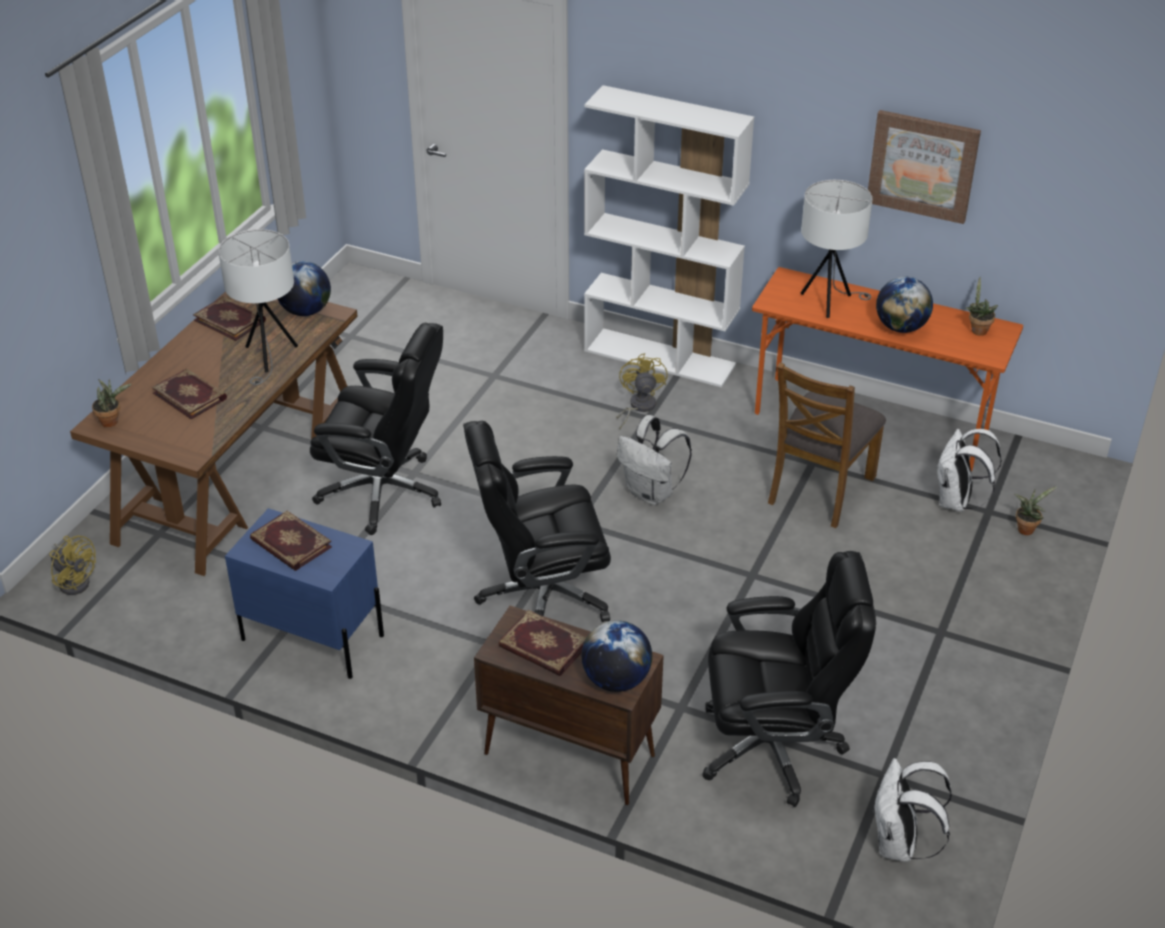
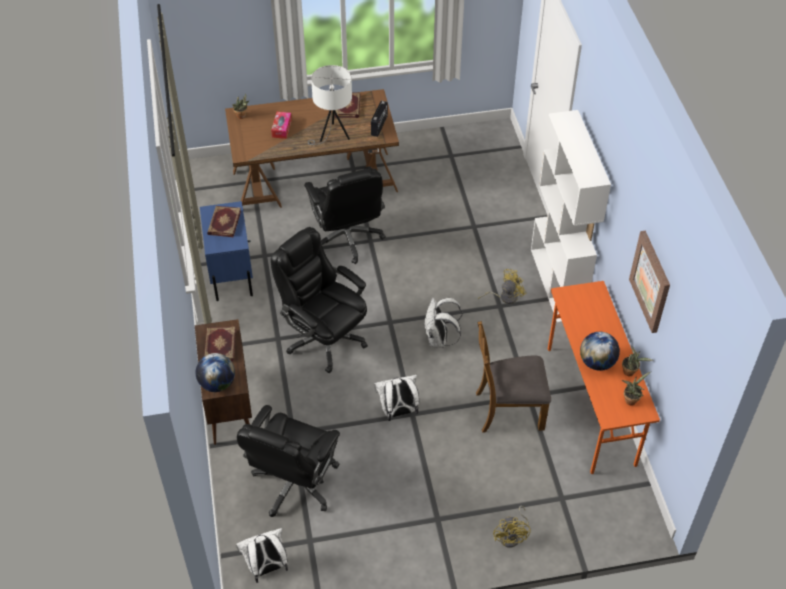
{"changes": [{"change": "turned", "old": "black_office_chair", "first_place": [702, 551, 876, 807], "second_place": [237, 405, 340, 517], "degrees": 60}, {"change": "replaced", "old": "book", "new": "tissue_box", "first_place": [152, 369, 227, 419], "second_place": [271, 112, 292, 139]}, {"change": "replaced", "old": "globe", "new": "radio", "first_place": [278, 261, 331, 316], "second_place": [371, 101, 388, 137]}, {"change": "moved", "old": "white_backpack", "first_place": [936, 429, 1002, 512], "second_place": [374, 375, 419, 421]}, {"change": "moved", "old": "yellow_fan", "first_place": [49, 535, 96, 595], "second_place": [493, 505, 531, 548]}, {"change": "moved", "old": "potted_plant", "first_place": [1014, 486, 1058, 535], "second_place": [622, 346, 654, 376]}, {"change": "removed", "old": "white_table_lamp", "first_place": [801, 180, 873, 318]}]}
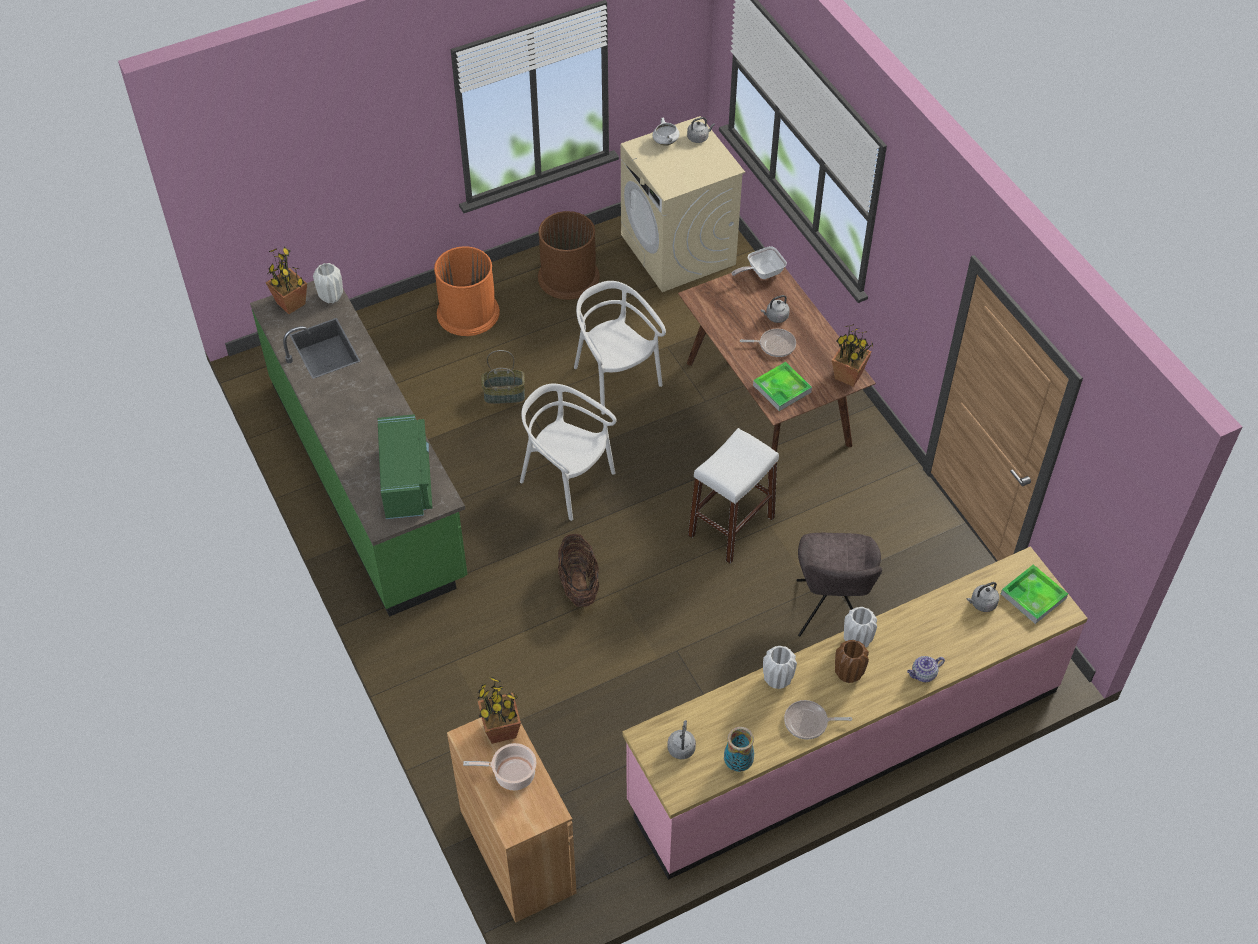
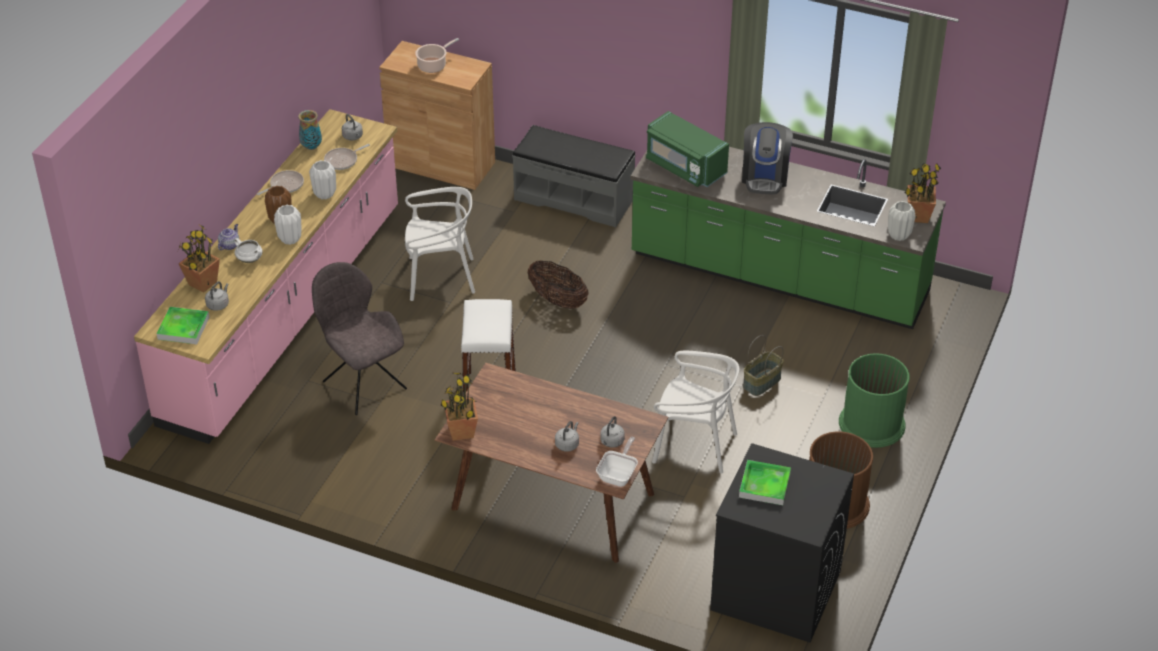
{"changes": [{"change": "moved", "old": "potted_plant", "first_place": [478, 676, 521, 744], "second_place": [178, 225, 220, 293]}, {"change": "moved", "old": "white_cooking_pot", "first_place": [653, 118, 680, 146], "second_place": [234, 238, 263, 263]}, {"change": "moved", "old": "frying_pan", "first_place": [740, 329, 796, 357], "second_place": [324, 144, 370, 170]}, {"change": "moved", "old": "white_chair", "first_place": [520, 384, 617, 521], "second_place": [405, 187, 475, 301]}, {"change": "added", "new": "grey_bench", "second_place": [512, 125, 635, 227]}, {"change": "moved", "old": "grey_kettle", "first_place": [687, 117, 715, 143], "second_place": [600, 416, 625, 447]}, {"change": "recoloured", "old": "beige_washing_machine", "new": "black_washing_machine", "first_place": [621, 116, 745, 292], "second_place": [710, 443, 854, 643]}, {"change": "moved", "old": "tray", "first_place": [753, 362, 812, 411], "second_place": [739, 460, 791, 505]}, {"change": "added", "new": "coffee_machine", "second_place": [742, 122, 793, 194]}, {"change": "recoloured", "old": "orange_trash_can", "new": "green_trash_can", "first_place": [434, 246, 500, 336], "second_place": [839, 353, 910, 448]}]}
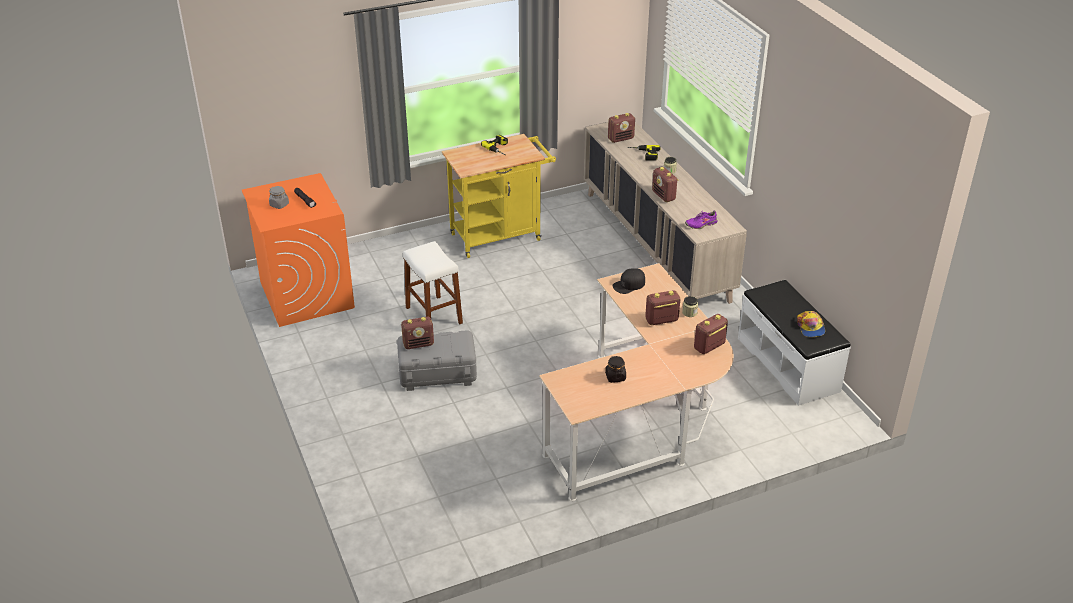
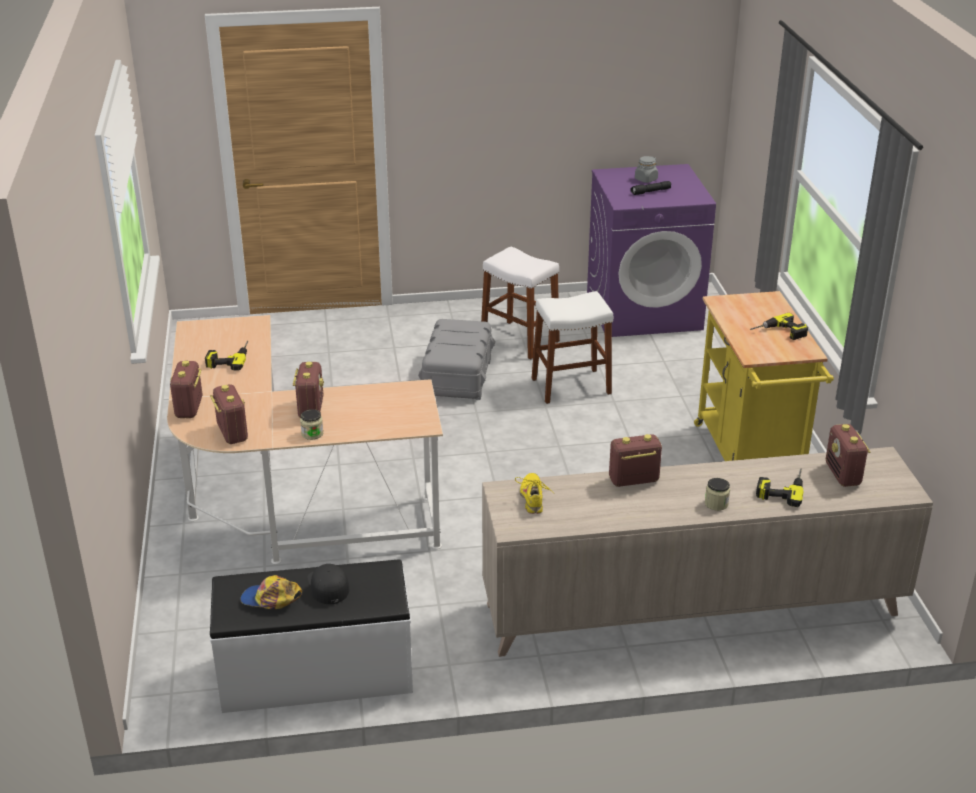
{"changes": [{"change": "moved", "old": "radio", "first_place": [401, 317, 434, 349], "second_place": [170, 360, 203, 418]}, {"change": "replaced", "old": "black_jar", "new": "power_drill", "first_place": [605, 356, 626, 383], "second_place": [205, 341, 248, 371]}, {"change": "moved", "old": "black_cap", "first_place": [613, 268, 645, 294], "second_place": [307, 564, 350, 604]}, {"change": "added", "new": "white_stool", "second_place": [481, 246, 560, 359]}, {"change": "recoloured", "old": "purple_shoe", "new": "yellow_shoe", "first_place": [685, 210, 717, 229], "second_place": [515, 473, 554, 514]}, {"change": "recoloured", "old": "orange_washing_machine", "new": "purple_washing_machine", "first_place": [242, 173, 355, 327], "second_place": [587, 164, 716, 337]}]}
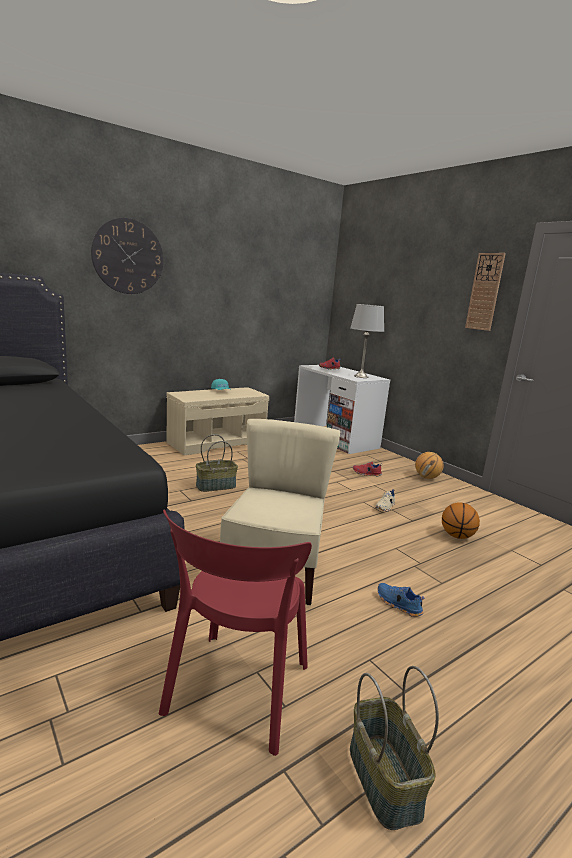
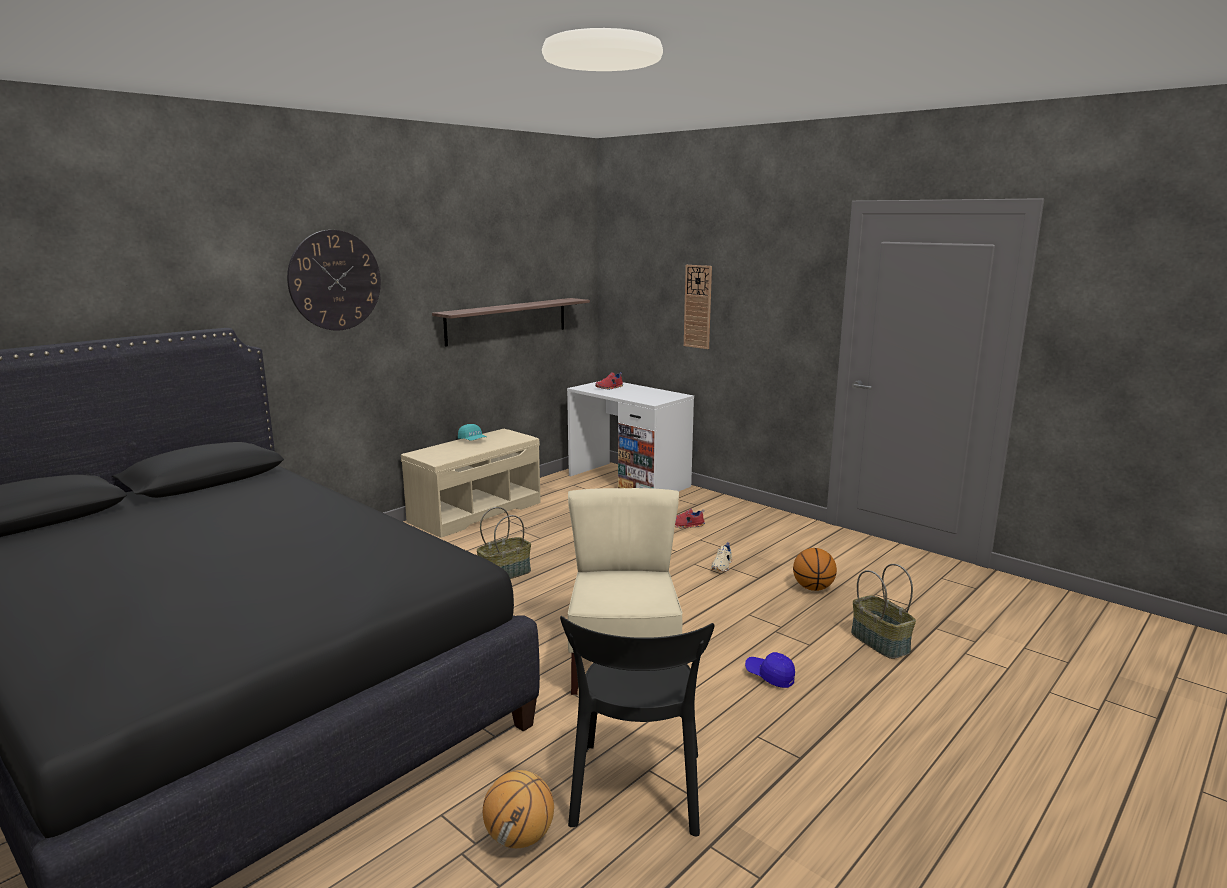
{"changes": [{"change": "added", "new": "shelf", "second_place": [432, 298, 590, 347]}, {"change": "moved", "old": "basketball", "first_place": [415, 452, 444, 479], "second_place": [483, 770, 554, 848]}, {"change": "recoloured", "old": "red_chair", "new": "black_chair", "first_place": [159, 510, 312, 756], "second_place": [560, 616, 714, 837]}, {"change": "moved", "old": "wall_clock", "first_place": [465, 253, 506, 331], "second_place": [684, 265, 712, 349]}, {"change": "replaced", "old": "blue_shoe", "new": "blue_cap", "first_place": [378, 583, 424, 617], "second_place": [745, 652, 795, 688]}, {"change": "moved", "old": "basket", "first_place": [350, 666, 439, 830], "second_place": [851, 564, 916, 659]}, {"change": "removed", "old": "grey_table_lamp", "first_place": [350, 304, 384, 378]}]}
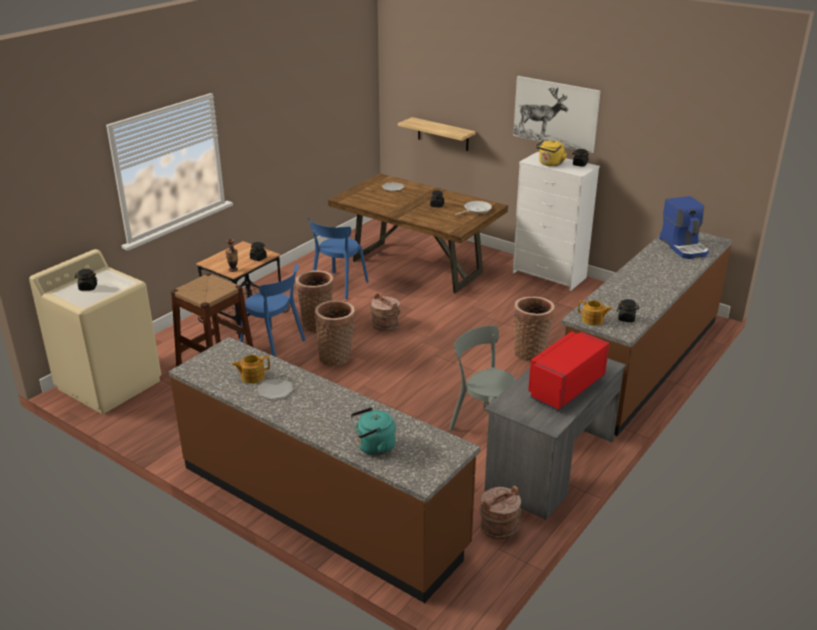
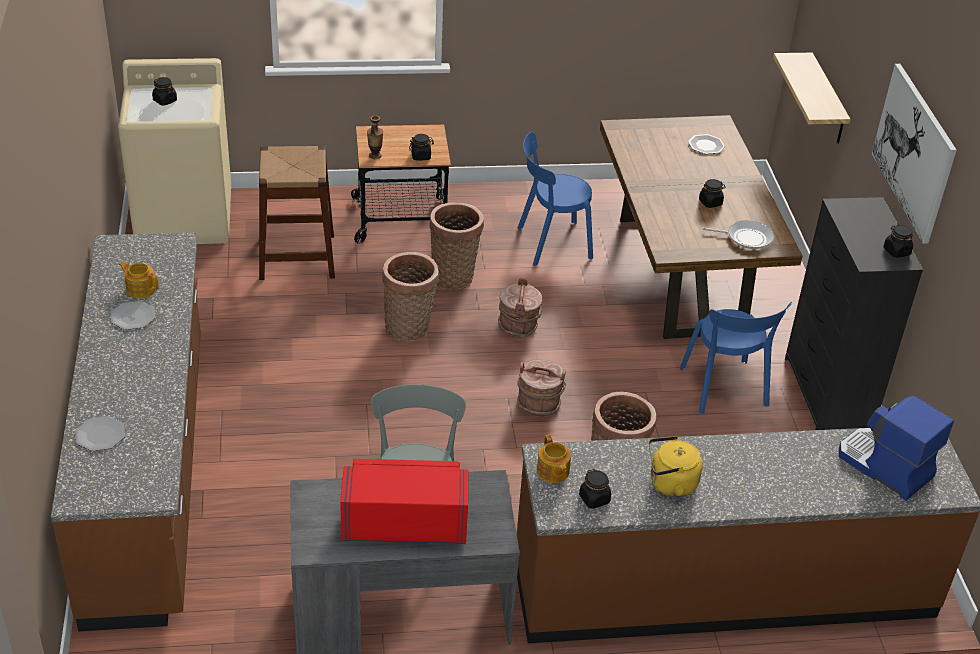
{"changes": [{"change": "replaced", "old": "turquoise_kettle", "new": "plate", "first_place": [351, 407, 396, 455], "second_place": [76, 416, 125, 451]}, {"change": "moved", "old": "brown_bucket", "first_place": [479, 486, 521, 540], "second_place": [517, 360, 566, 417]}, {"change": "moved", "old": "yellow_kettle", "first_place": [536, 140, 568, 166], "second_place": [649, 436, 703, 497]}, {"change": "moved", "old": "blue_chair", "first_place": [240, 263, 306, 357], "second_place": [680, 302, 792, 414]}, {"change": "recoloured", "old": "white_dresser", "new": "black_dresser", "first_place": [512, 152, 600, 291], "second_place": [785, 197, 923, 430]}, {"change": "turned", "old": "coffee_machine", "first_place": [659, 196, 709, 259], "second_place": [839, 396, 954, 501], "degrees": 105}]}
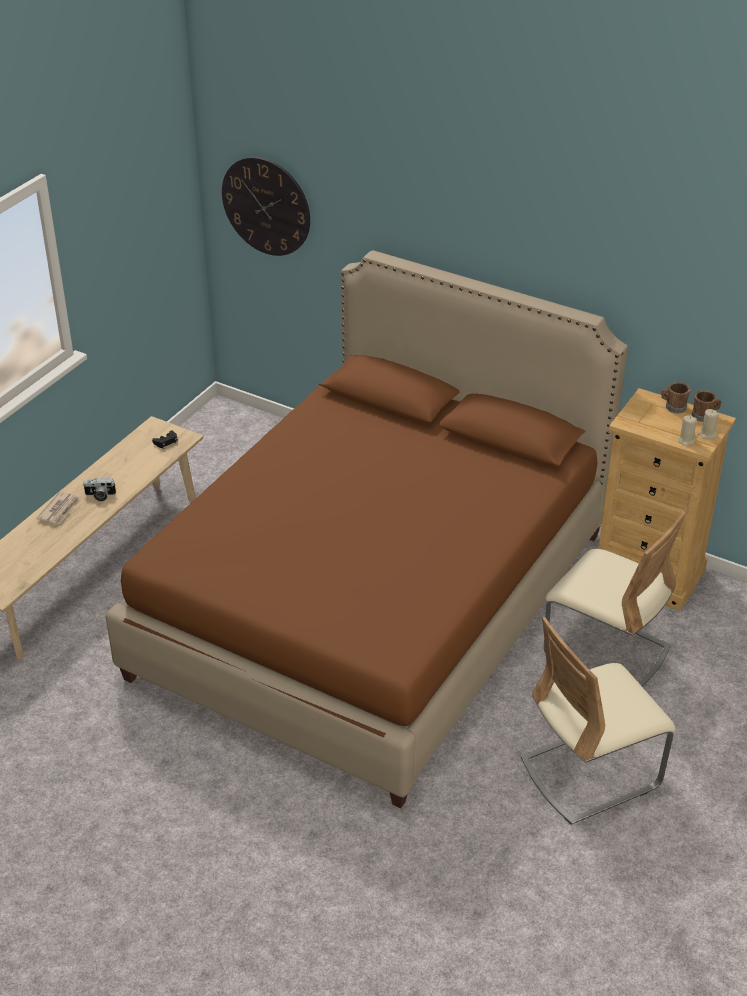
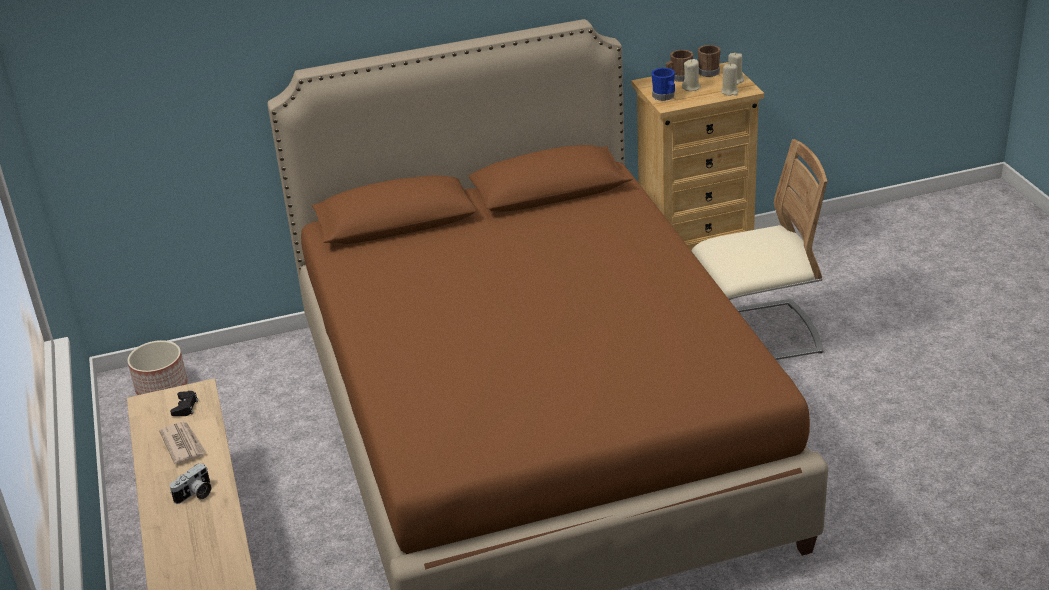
{"changes": [{"change": "added", "new": "planter", "second_place": [127, 340, 188, 395]}, {"change": "moved", "old": "newspaper", "first_place": [36, 492, 80, 524], "second_place": [159, 422, 207, 464]}, {"change": "added", "new": "blue_mug", "second_place": [651, 68, 675, 101]}, {"change": "added", "new": "beige_candle", "second_place": [682, 59, 701, 91]}, {"change": "removed", "old": "wall_clock", "first_place": [222, 157, 310, 256]}, {"change": "removed", "old": "beige_chair", "first_place": [521, 617, 676, 824]}]}
